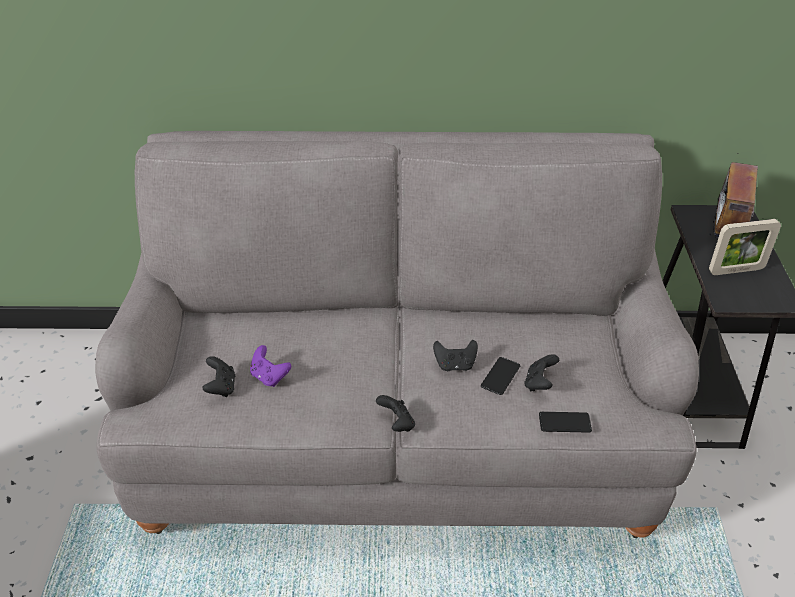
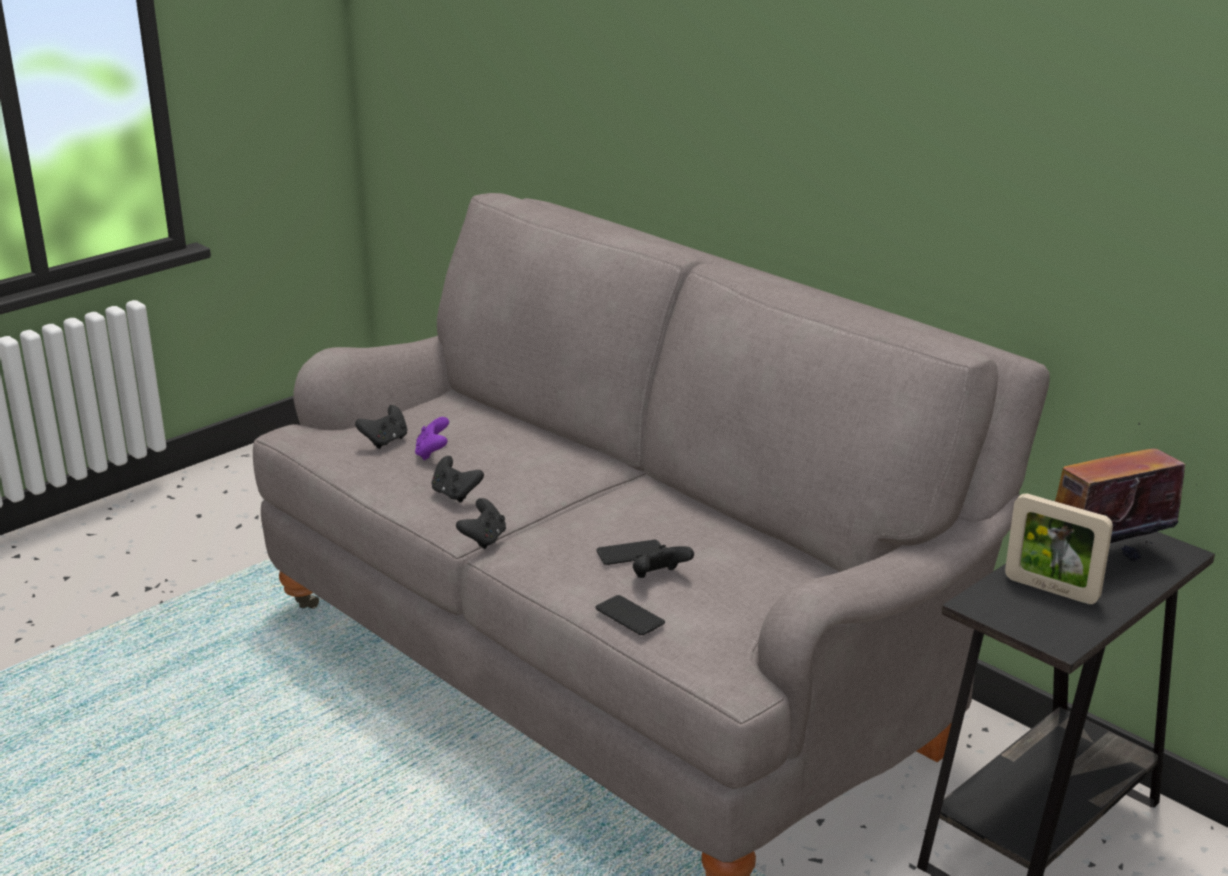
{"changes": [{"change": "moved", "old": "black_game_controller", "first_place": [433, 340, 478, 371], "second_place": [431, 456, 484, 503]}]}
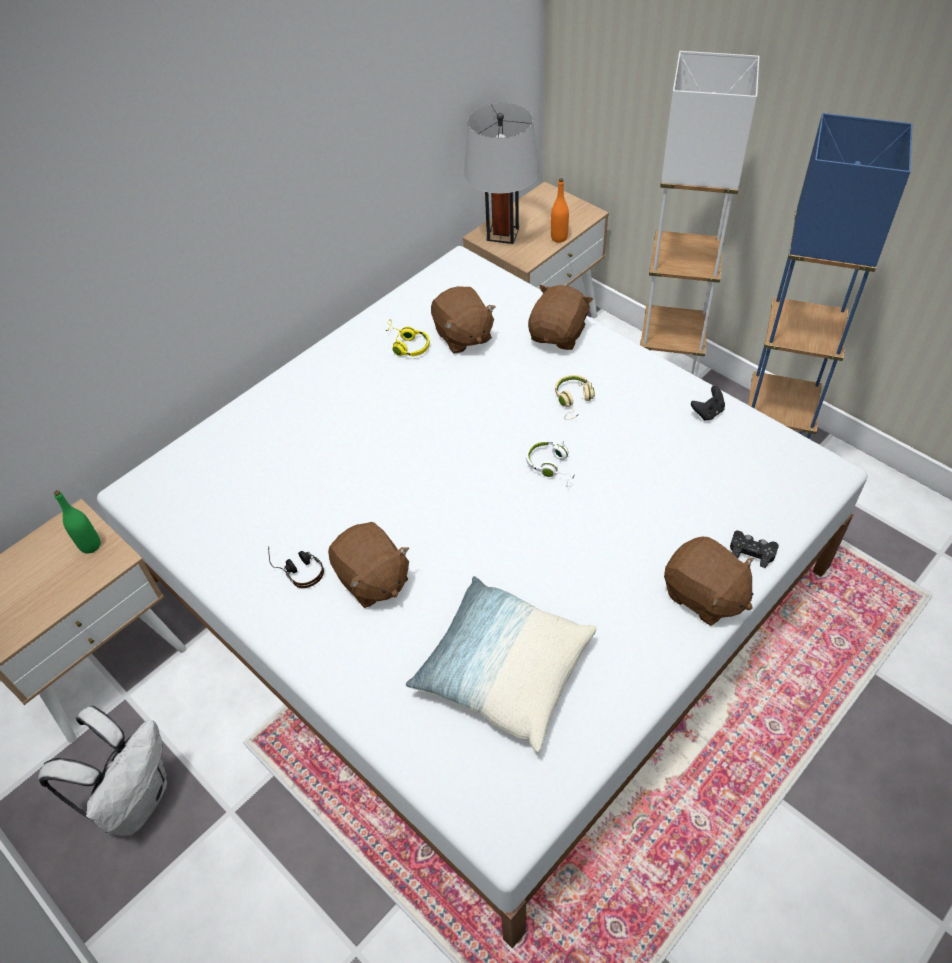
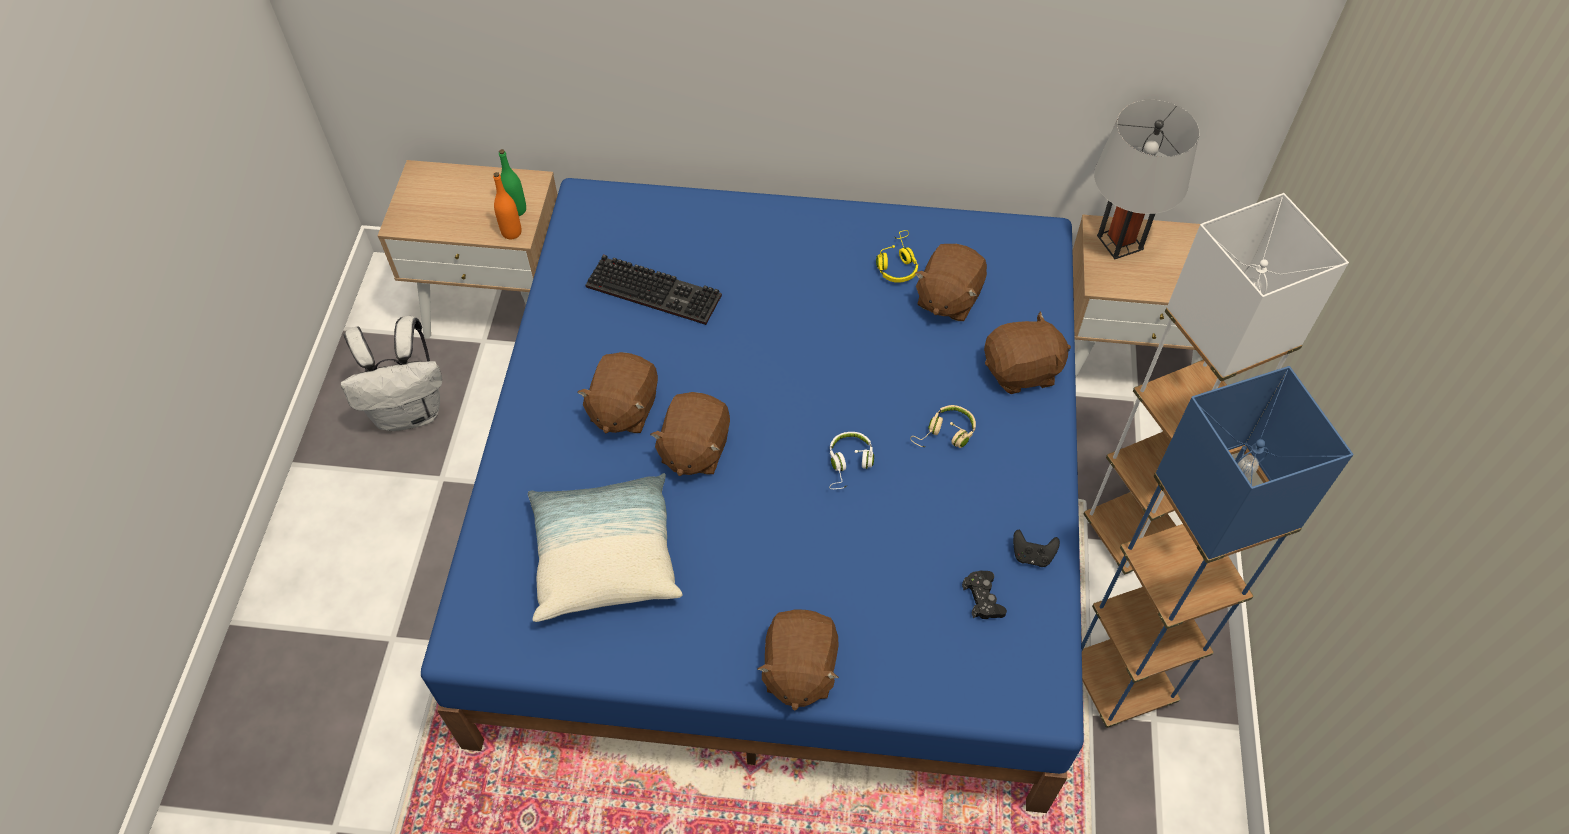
{"changes": [{"change": "recoloured", "old": "white_bed", "new": "blue_bed", "first_place": [97, 246, 867, 949], "second_place": [421, 178, 1084, 813]}, {"change": "moved", "old": "orange_bottle", "first_place": [551, 178, 569, 243], "second_place": [493, 172, 521, 240]}, {"change": "added", "new": "keyboard", "second_place": [586, 254, 722, 325]}, {"change": "added", "new": "brown_plush_toy", "second_place": [650, 392, 730, 476]}, {"change": "moved", "old": "black_game_controller", "first_place": [730, 531, 779, 568], "second_place": [962, 571, 1007, 619]}, {"change": "removed", "old": "headphones", "first_place": [268, 546, 324, 588]}]}
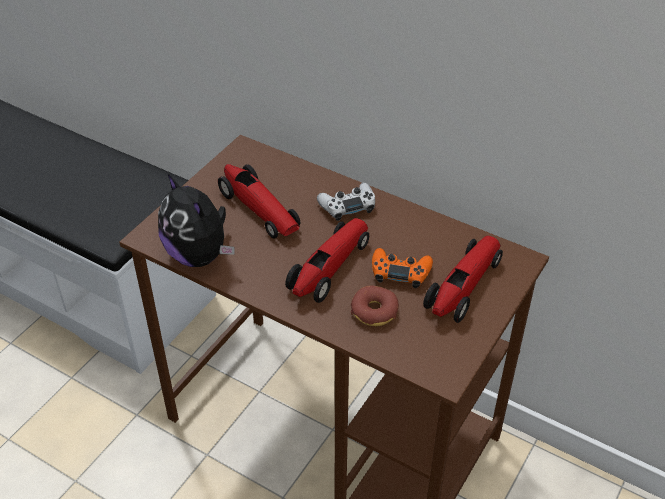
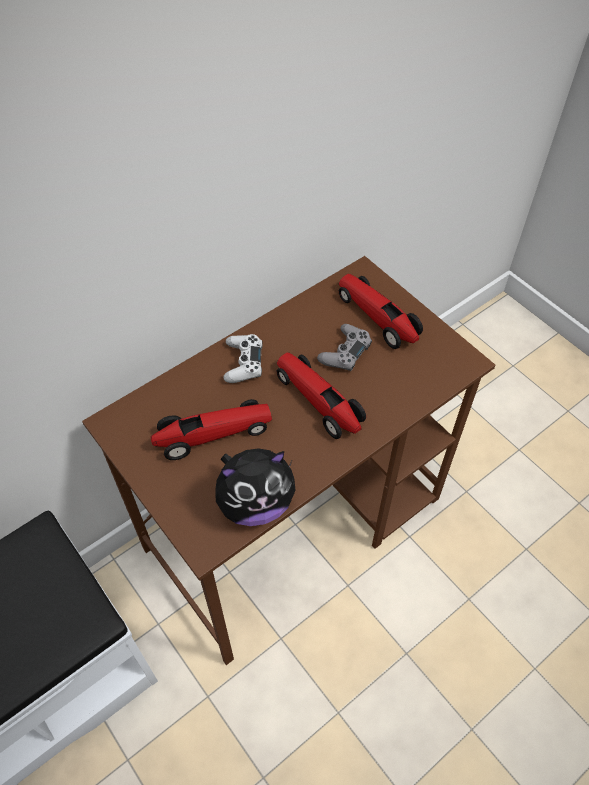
{"changes": [{"change": "recoloured", "old": "orange_game_controller", "new": "grey_game_controller", "first_place": [372, 248, 433, 288], "second_place": [317, 324, 372, 371]}, {"change": "removed", "old": "donut", "first_place": [351, 286, 399, 326]}]}
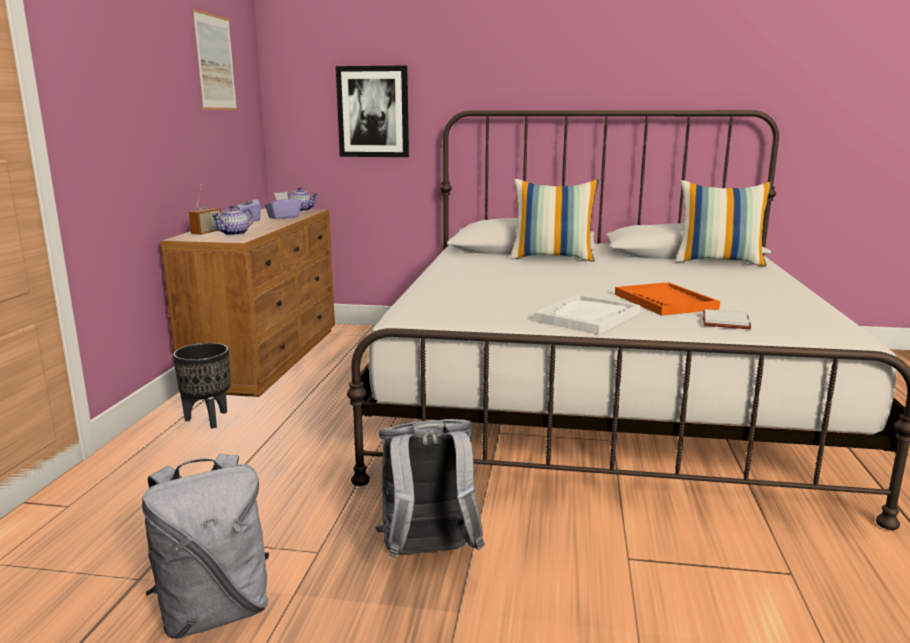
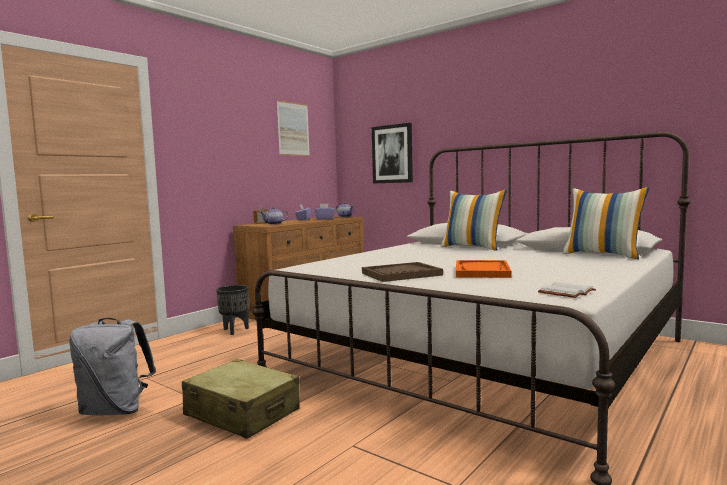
{"changes": [{"change": "replaced", "old": "grey_backpack", "new": "beige_suitcase", "first_place": [375, 419, 485, 558], "second_place": [182, 359, 300, 439]}, {"change": "recoloured", "old": "white_tray", "new": "brown_tray", "first_place": [534, 295, 640, 334], "second_place": [362, 262, 443, 282]}, {"change": "moved", "old": "white_book", "first_place": [703, 309, 751, 329], "second_place": [538, 282, 596, 298]}]}
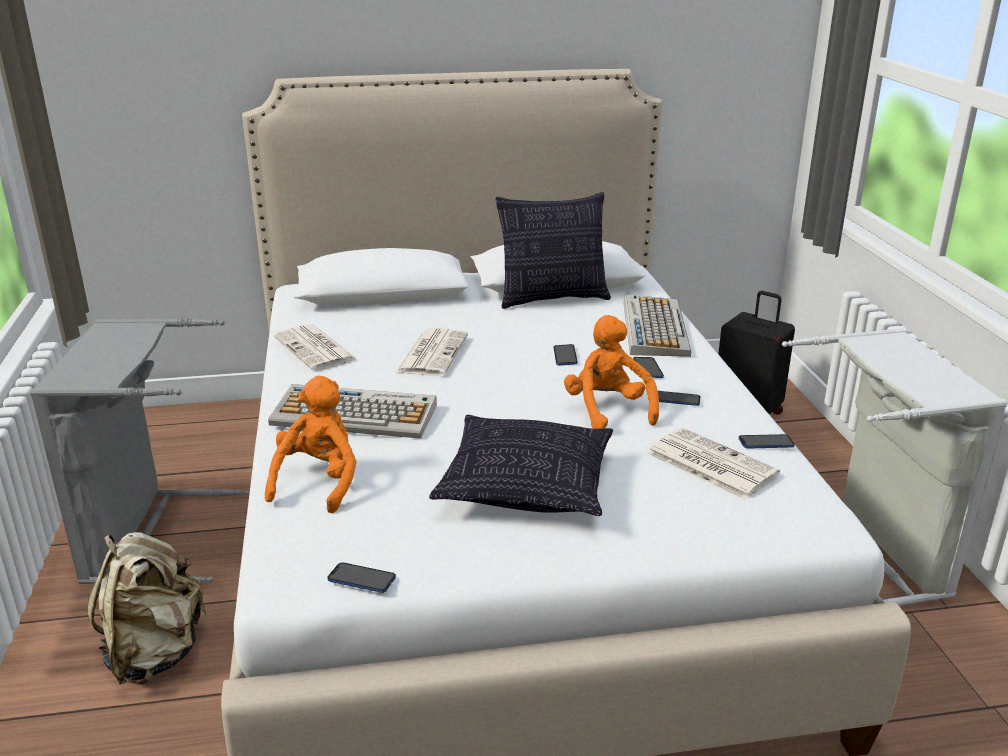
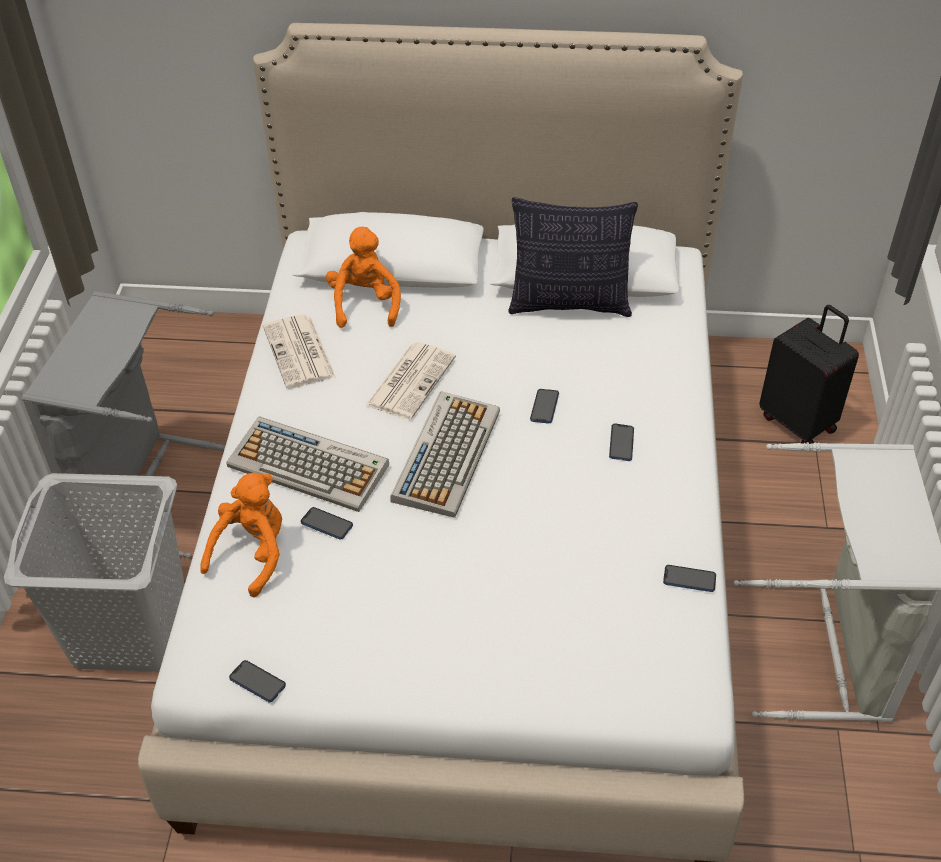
{"changes": [{"change": "replaced", "old": "beige_backpack", "new": "grey_laundry_basket", "first_place": [87, 532, 207, 684], "second_place": [4, 473, 185, 672]}, {"change": "moved", "old": "phone", "first_place": [658, 391, 700, 406], "second_place": [301, 507, 353, 540]}, {"change": "moved", "old": "orange_plush_toy", "first_place": [564, 315, 659, 429], "second_place": [326, 227, 401, 328]}, {"change": "moved", "old": "keyboard", "first_place": [624, 295, 692, 357], "second_place": [391, 391, 500, 518]}, {"change": "removed", "old": "pillow", "first_place": [429, 415, 613, 516]}, {"change": "removed", "old": "newspaper", "first_place": [647, 428, 780, 500]}]}
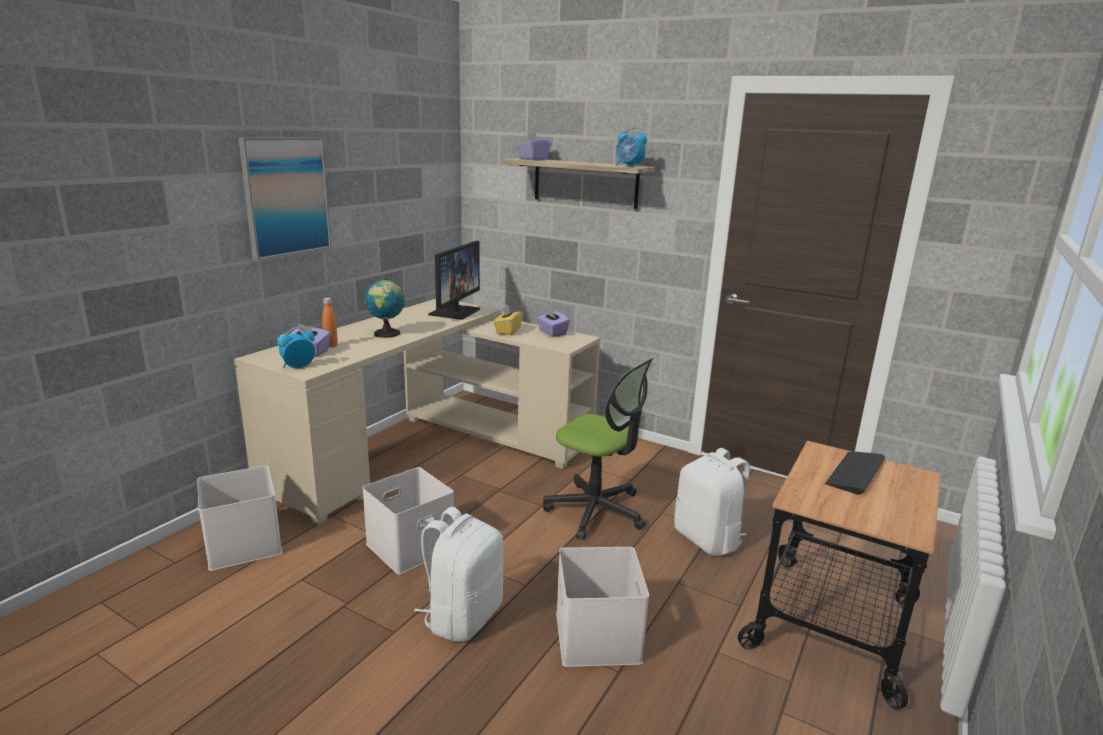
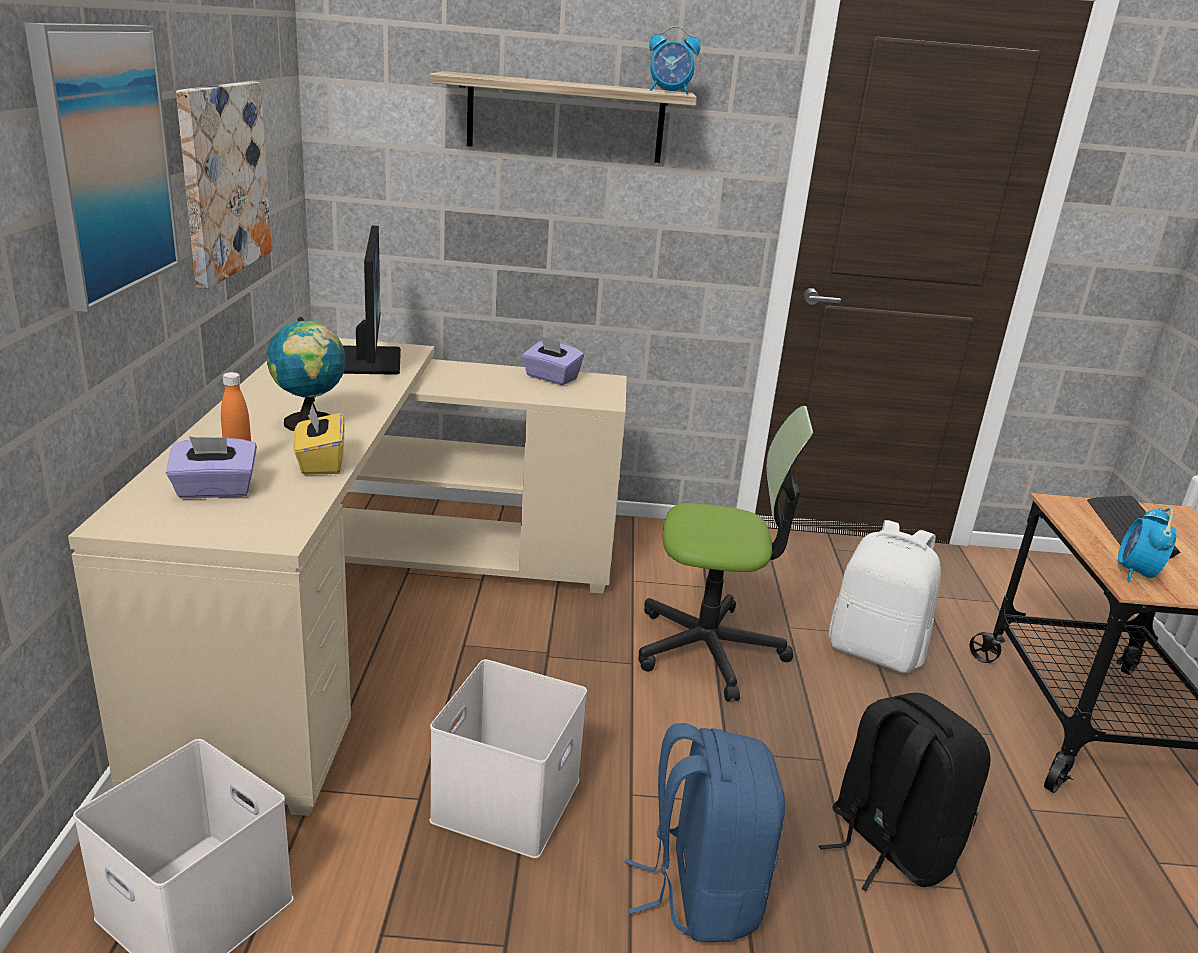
{"changes": [{"change": "added", "new": "picture", "second_place": [176, 81, 272, 289]}, {"change": "moved", "old": "yellow_tissue_box", "first_place": [494, 305, 523, 335], "second_place": [293, 404, 345, 475]}, {"change": "recoloured", "old": "white_backpack", "new": "blue_backpack", "first_place": [414, 507, 503, 642], "second_place": [624, 723, 785, 942]}, {"change": "replaced", "old": "white_storage_box", "new": "black_backpack", "first_place": [556, 547, 649, 667], "second_place": [819, 693, 990, 891]}, {"change": "moved", "old": "alarm_clock", "first_place": [277, 327, 315, 368], "second_place": [1118, 508, 1177, 581]}, {"change": "removed", "old": "purple_tissue_box", "first_place": [517, 133, 551, 160]}]}
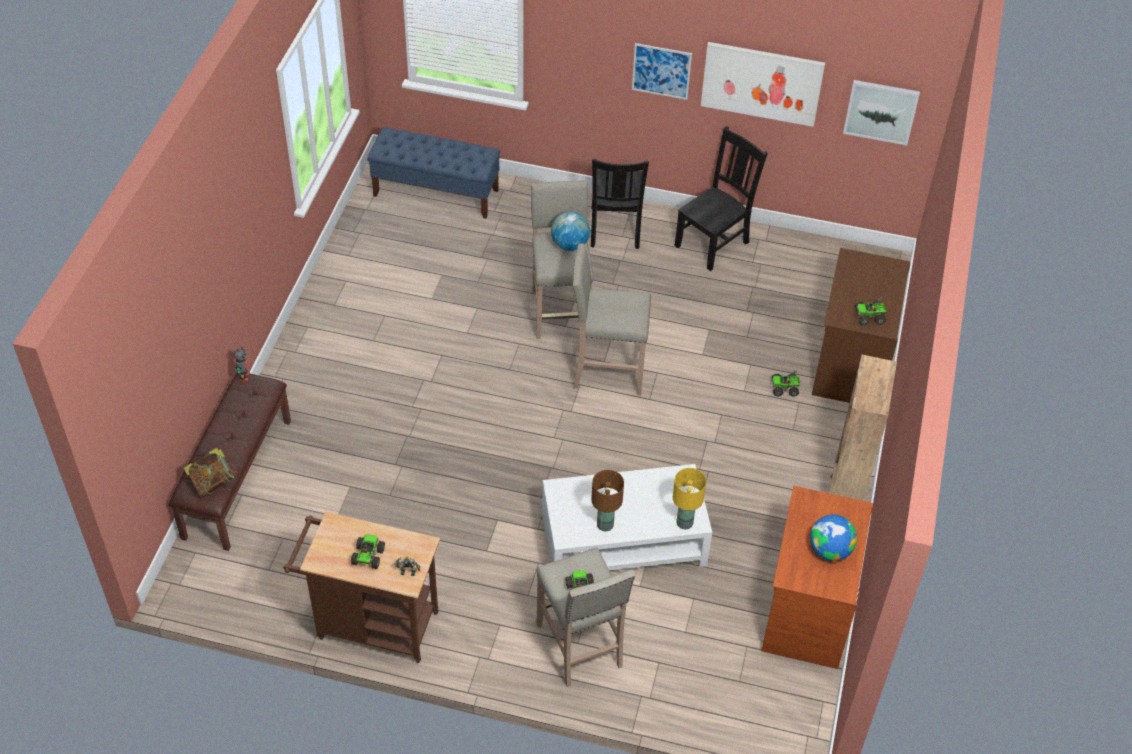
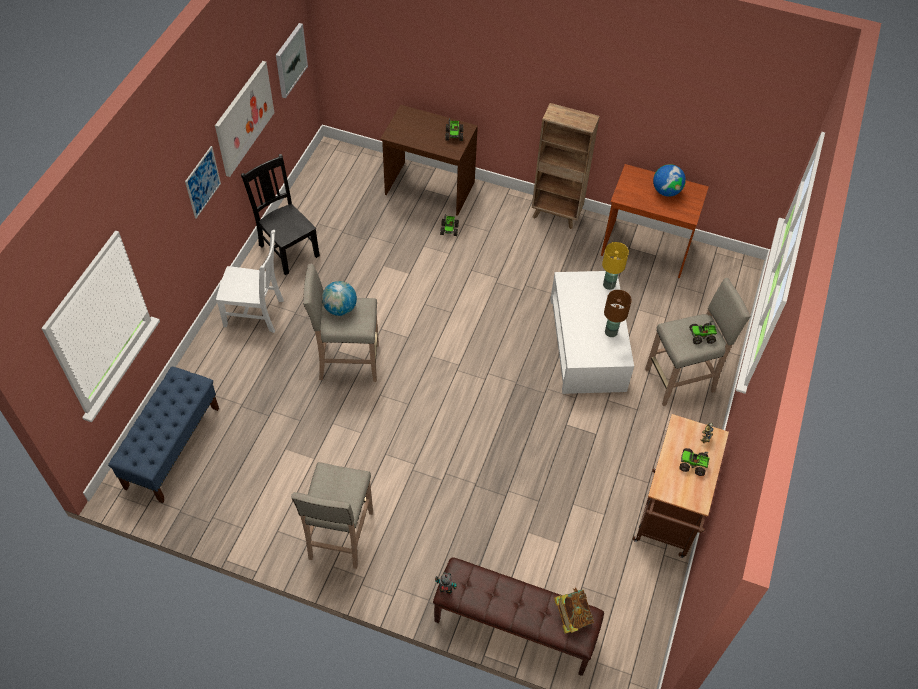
{"changes": [{"change": "recoloured", "old": "black_chair", "new": "white_chair", "first_place": [591, 159, 649, 249], "second_place": [216, 230, 284, 333]}, {"change": "moved", "old": "beige_stool", "first_place": [572, 243, 651, 395], "second_place": [291, 462, 373, 569]}]}
